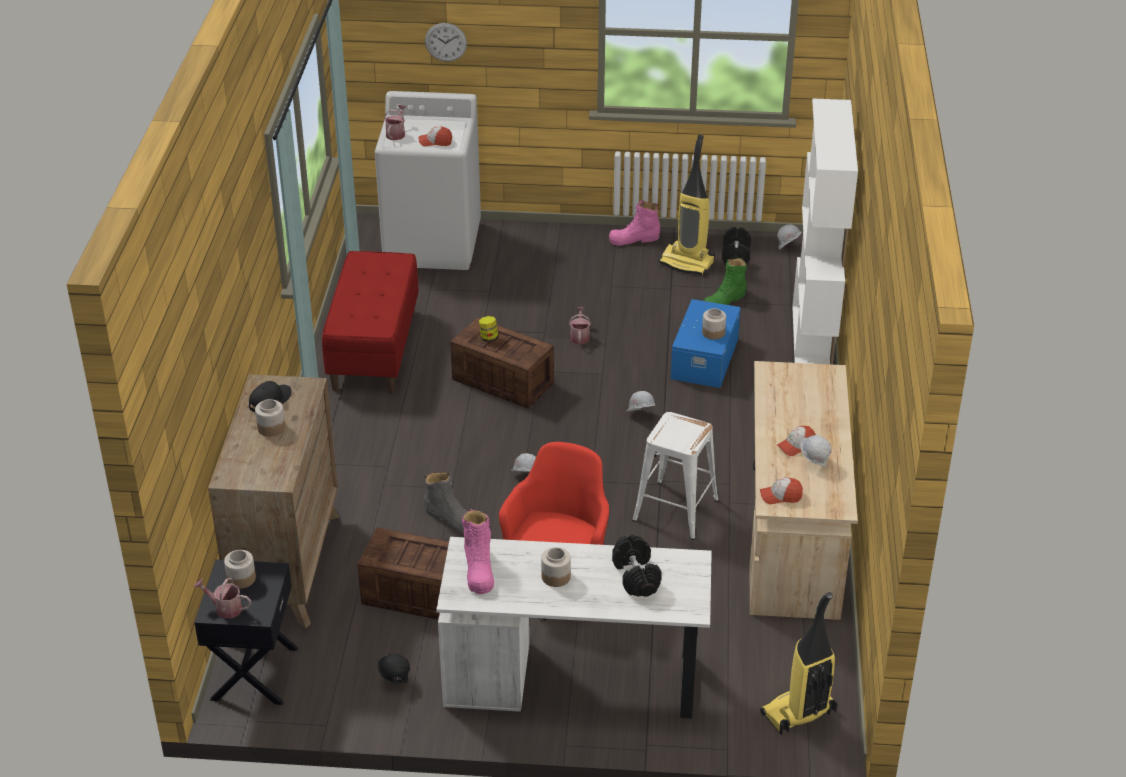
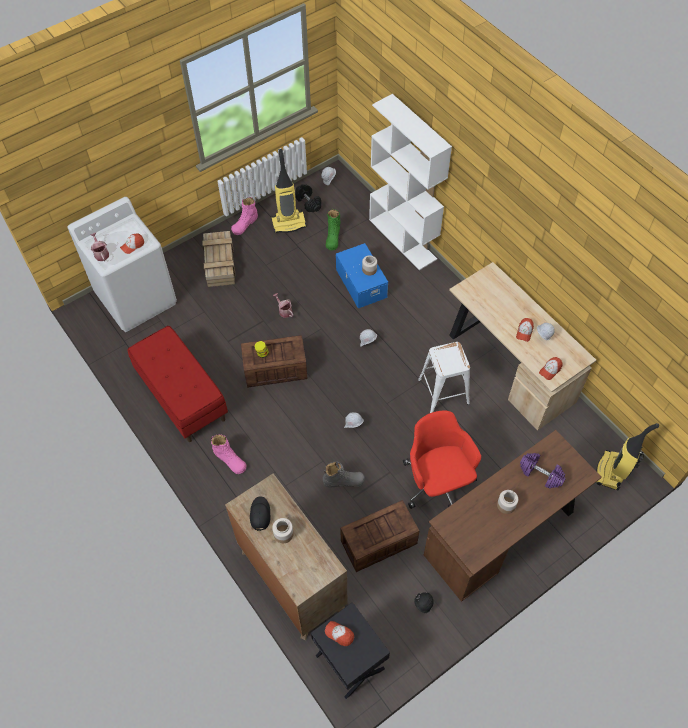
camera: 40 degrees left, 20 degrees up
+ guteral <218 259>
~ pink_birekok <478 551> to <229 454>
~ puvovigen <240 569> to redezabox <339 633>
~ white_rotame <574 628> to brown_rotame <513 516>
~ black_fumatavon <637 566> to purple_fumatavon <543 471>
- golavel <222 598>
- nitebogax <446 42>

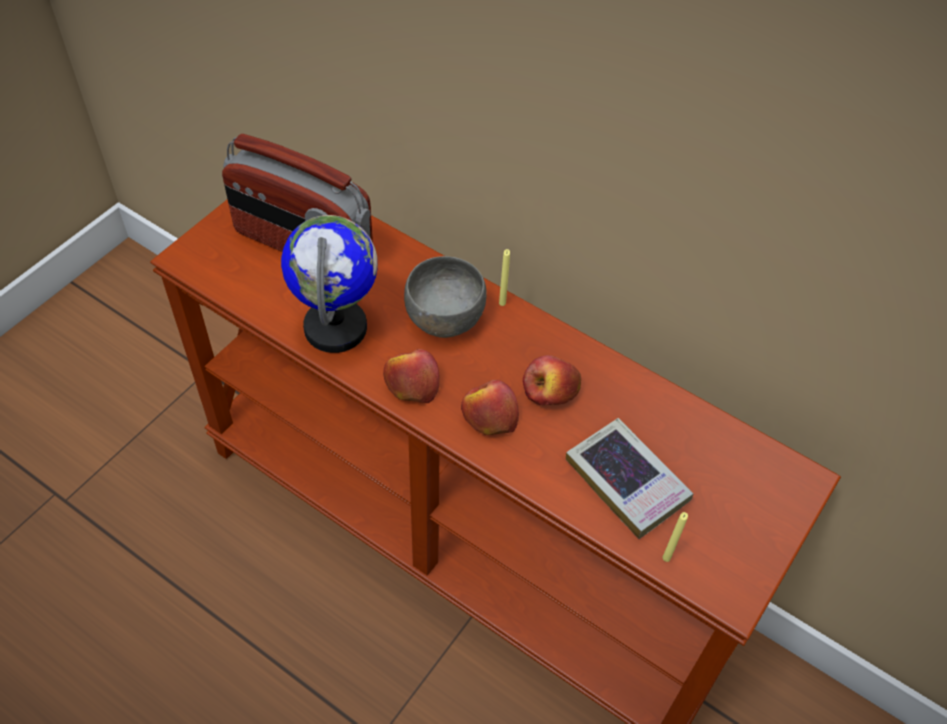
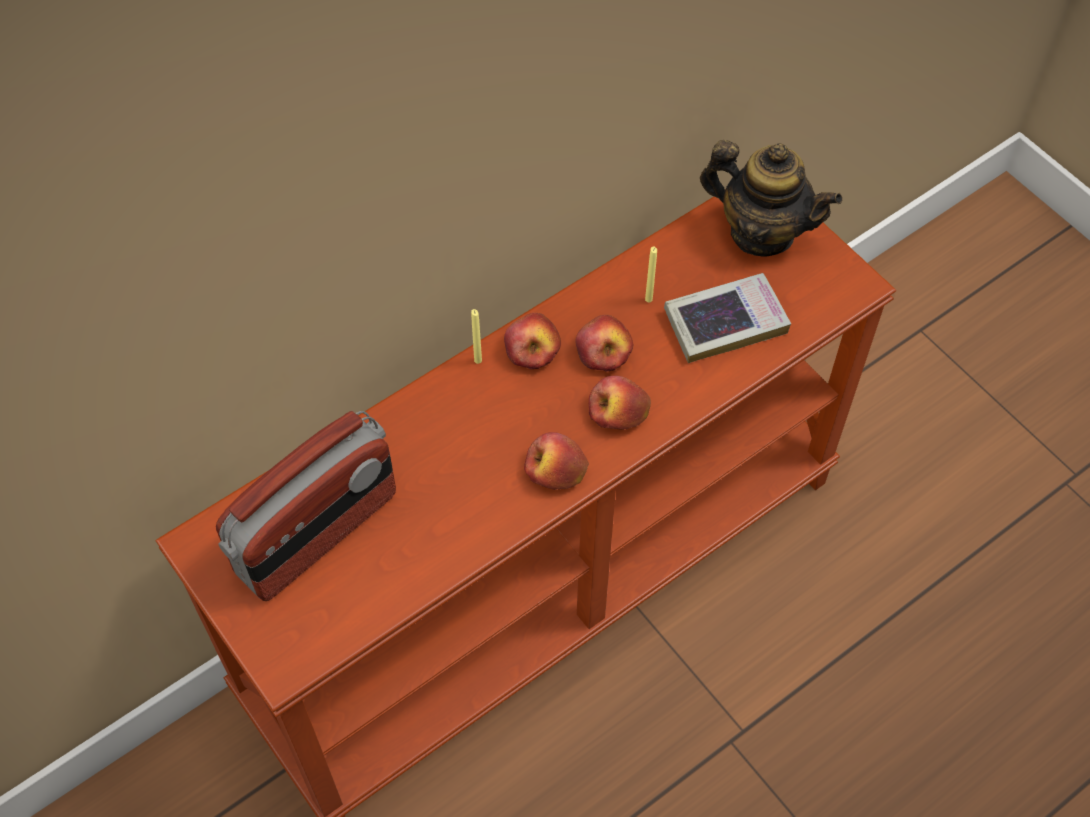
camera: 70 degrees left, 5 degrees up
+ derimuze <532 341>
~ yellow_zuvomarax <675 537> to <651 274>
+ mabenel <771 198>
- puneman <329 284>
- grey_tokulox <445 297>

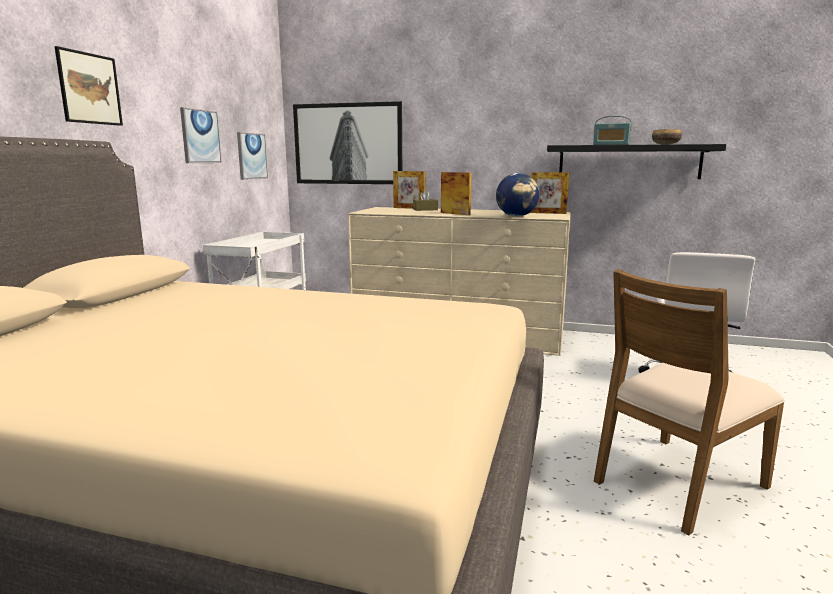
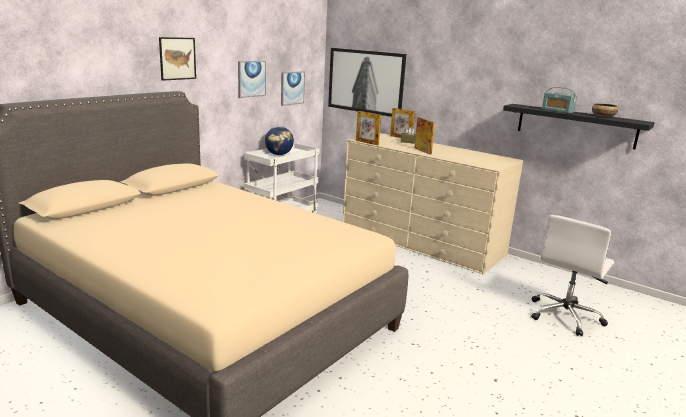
camera: 20 degrees right, 5 degrees up
~ puneman <517 195> to <279 140>
~ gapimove <549 193> to <368 128>
- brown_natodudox <689 402>

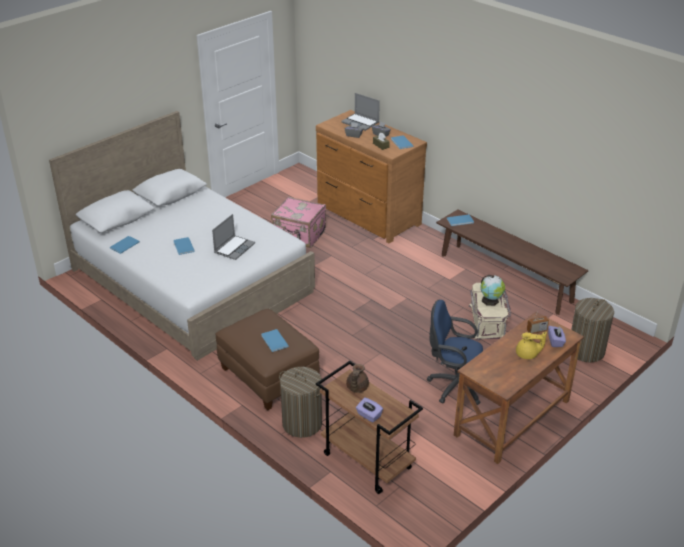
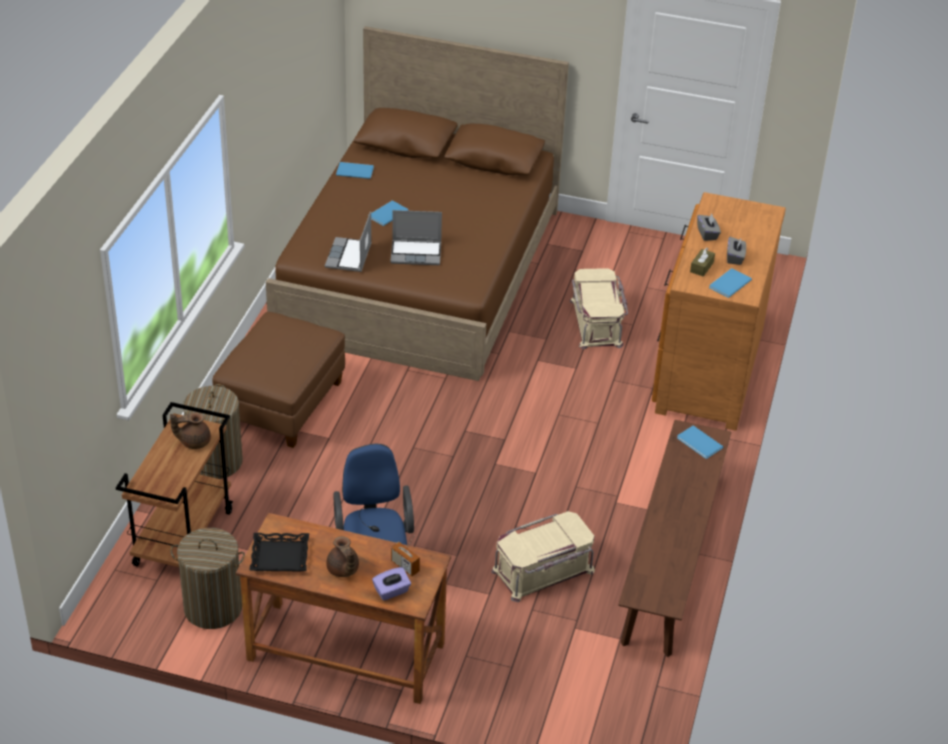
camera: 60 degrees right, 5 degrees up
~ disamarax <592 330> to <207 578>
+ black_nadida <279 552>
~ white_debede <182 236> to brown_debede <417 203>
~ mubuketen <360 112> to <348 242>
~ yellow_mabenel <531 345> to brown_mabenel <342 556>
~ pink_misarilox <298 222> to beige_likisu <599 308>
- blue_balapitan <275 340>
- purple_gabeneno <369 410>
- puneman <492 290>

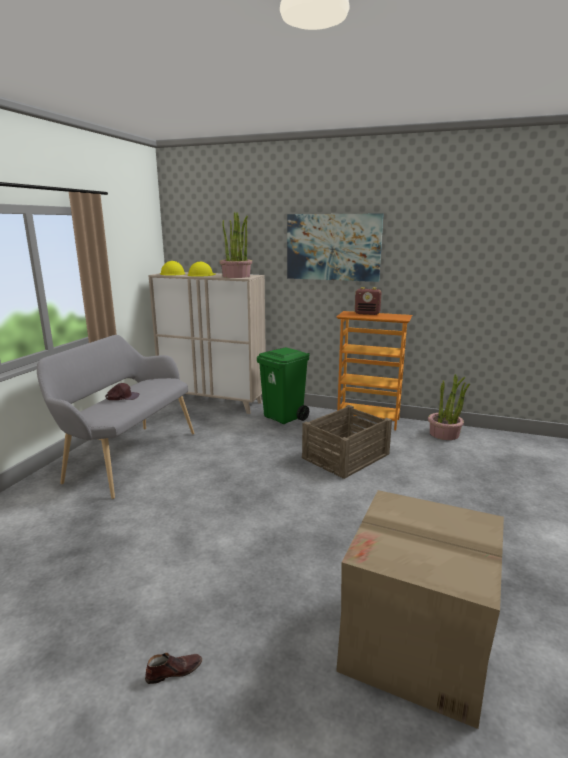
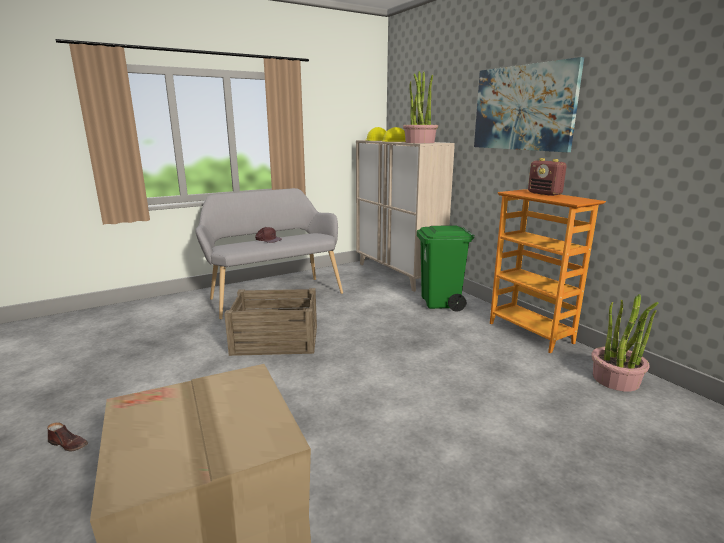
camera: 40 degrees right, 0 degrees up
~ guteral <347 442> to <270 322>

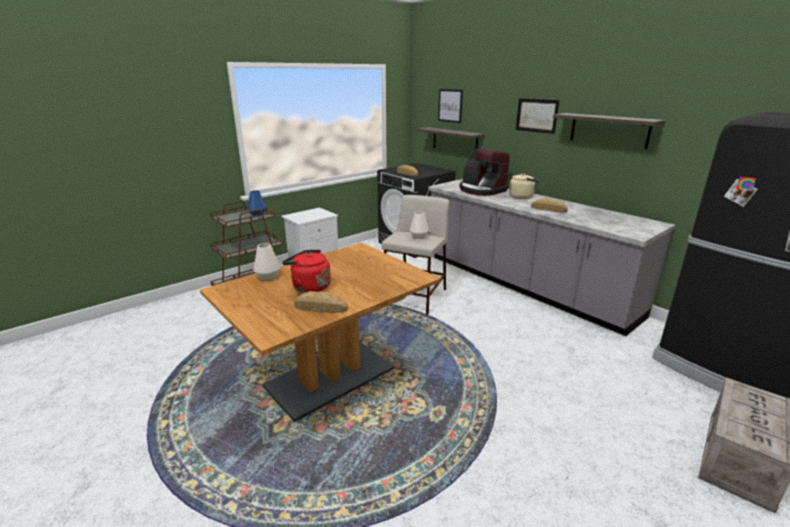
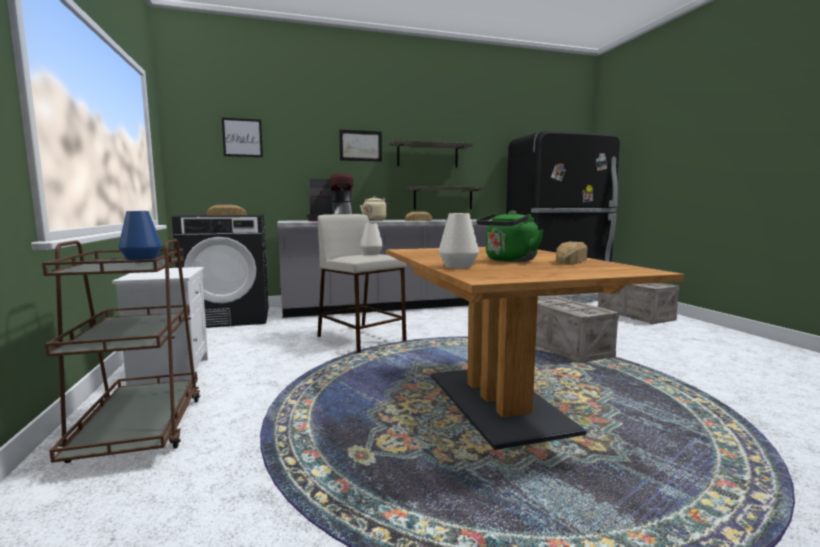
camera: 65 degrees left, 15 degrees down
~ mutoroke <451 138> to <446 197>
~ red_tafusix <306 271> to green_tafusix <510 236>
+ guteral <577 329>

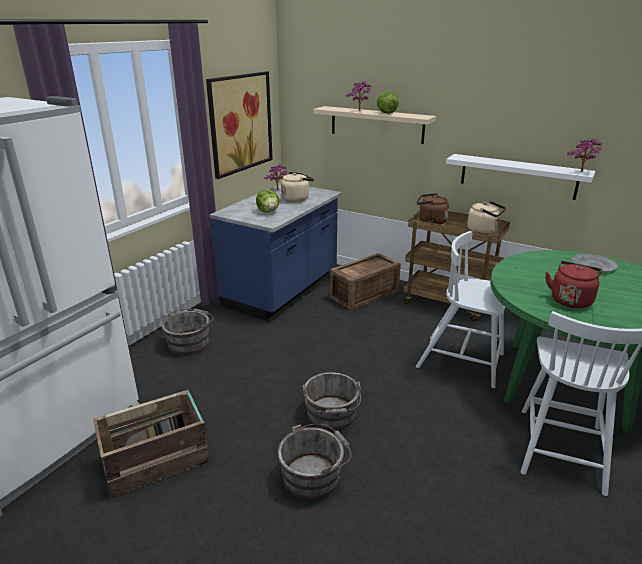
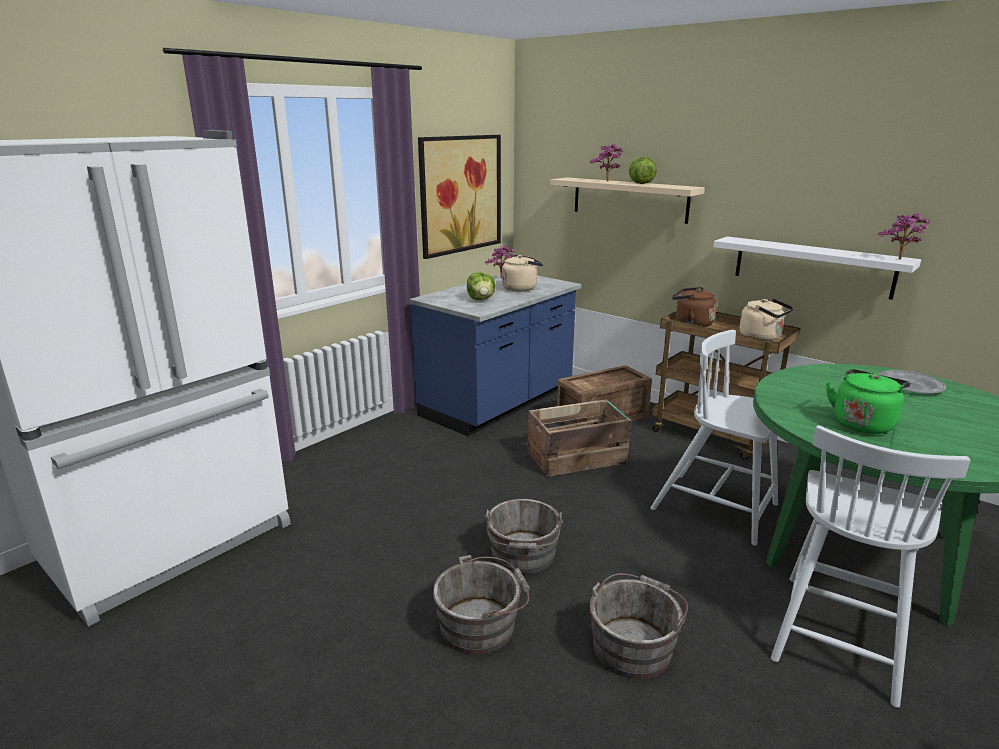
camera: 10 degrees right, 5 degrees down
~ guteral <151 444> to <579 438>
~ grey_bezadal <187 332> to <639 626>
~ red_tafusix <574 284> to green_tafusix <868 401>

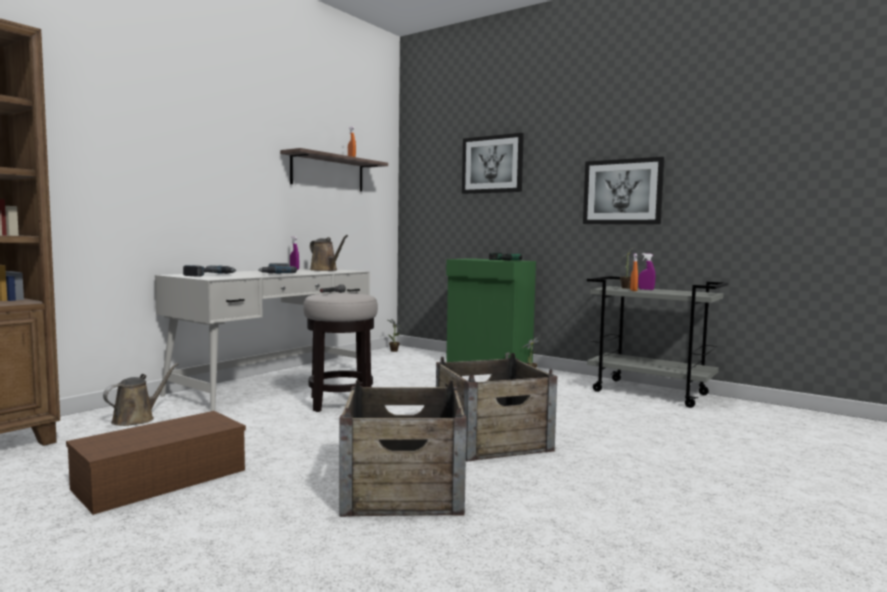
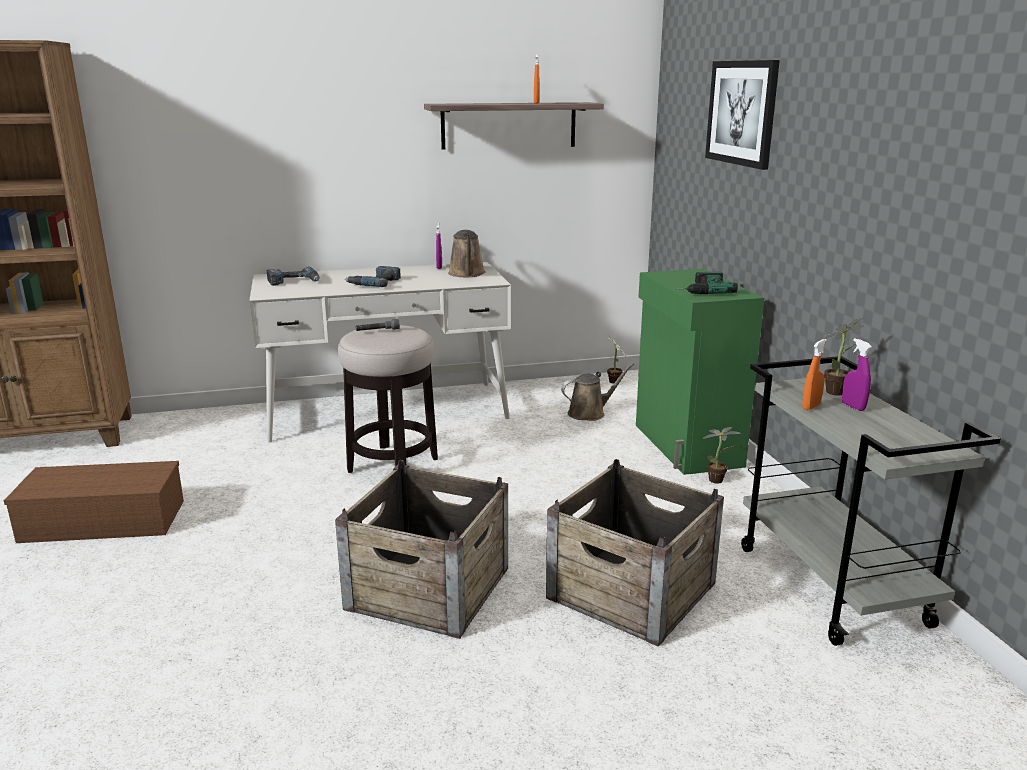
camera: 40 degrees right, 15 degrees up
~ guteral <403 448> to <635 553>
~ brown_golavel <140 394> to <597 392>
- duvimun <623 190>

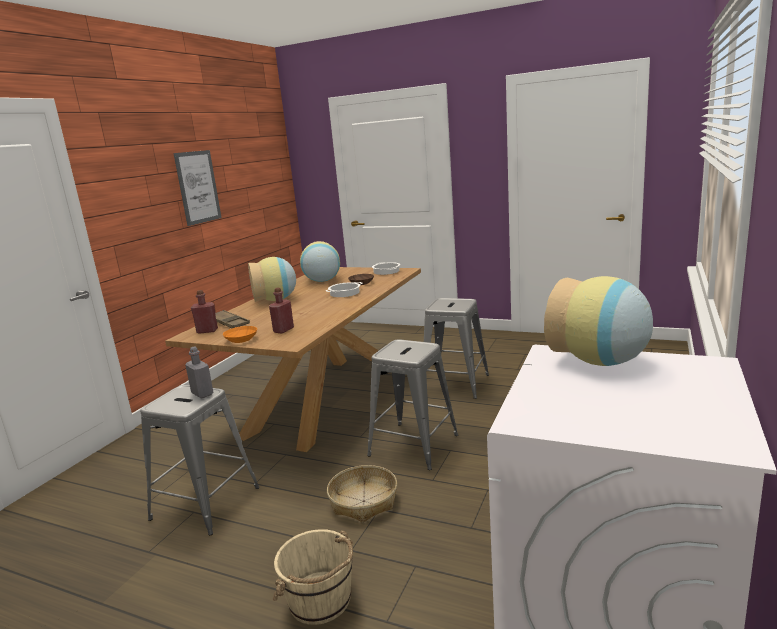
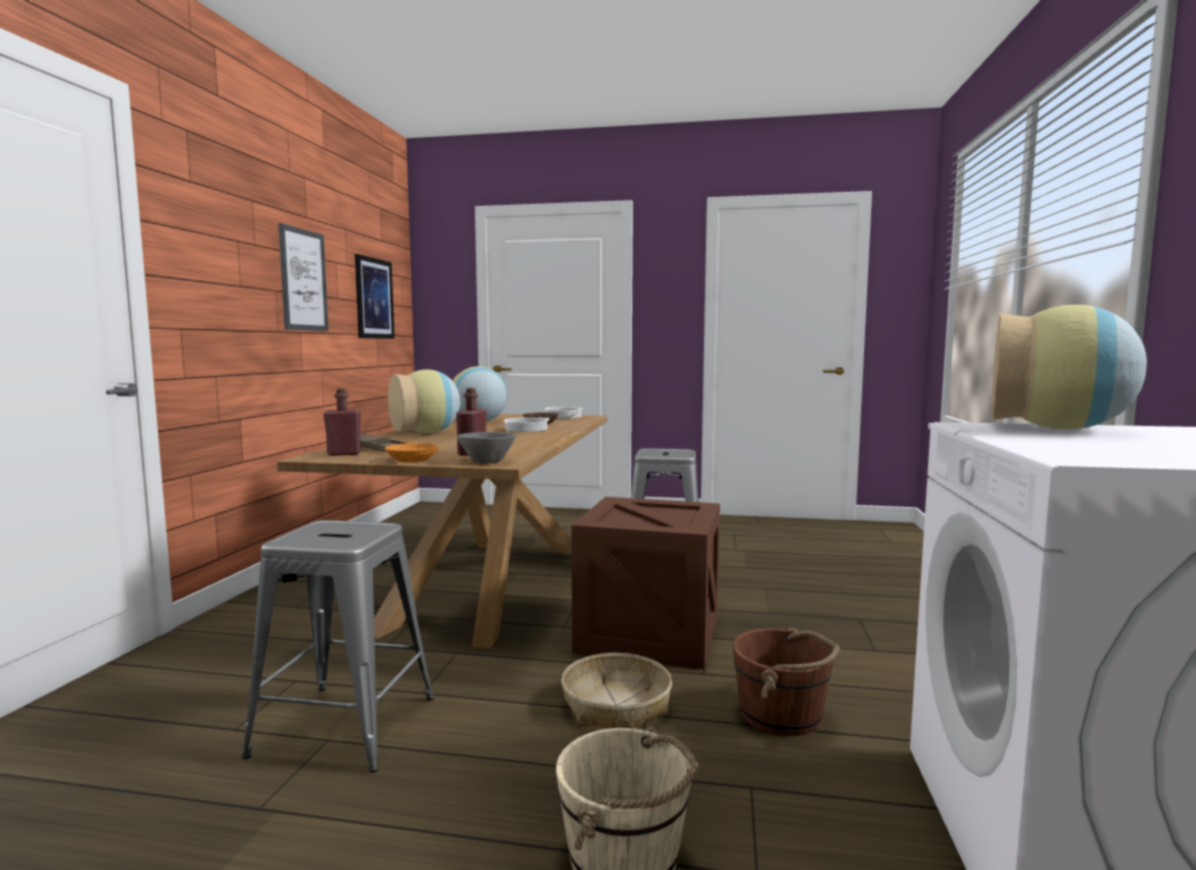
camera: 15 degrees left, 10 degrees down
+ duvimun <375 296>
+ grey_tokulox <486 447>
~ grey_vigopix <412 405> to guteral <646 583>
+ brown_bezadal <786 682>
- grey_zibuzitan <199 373>

